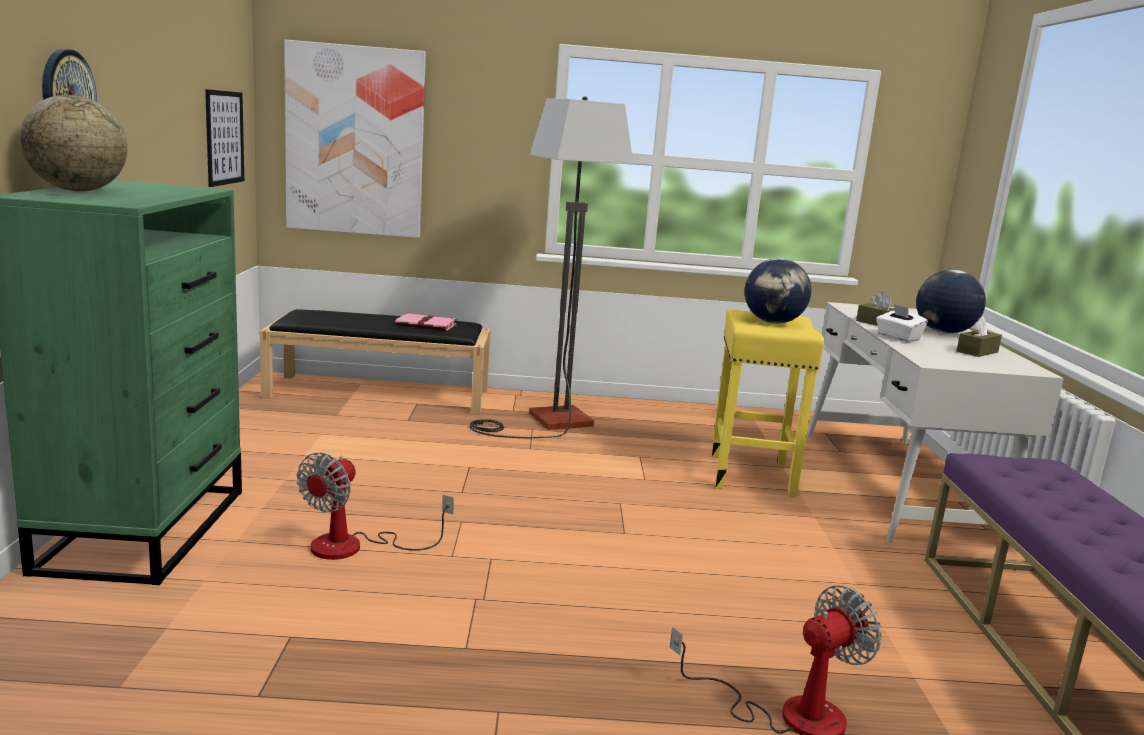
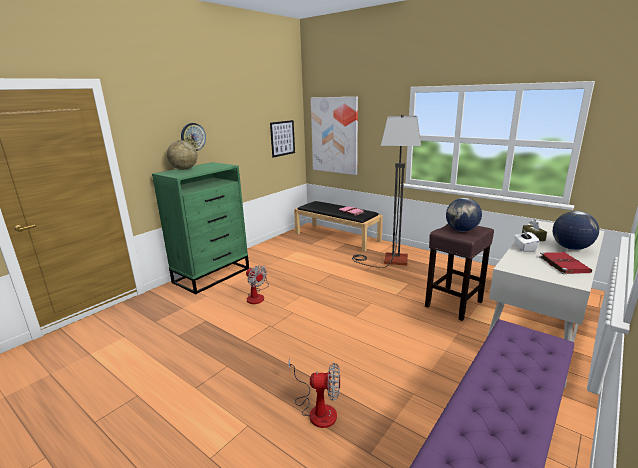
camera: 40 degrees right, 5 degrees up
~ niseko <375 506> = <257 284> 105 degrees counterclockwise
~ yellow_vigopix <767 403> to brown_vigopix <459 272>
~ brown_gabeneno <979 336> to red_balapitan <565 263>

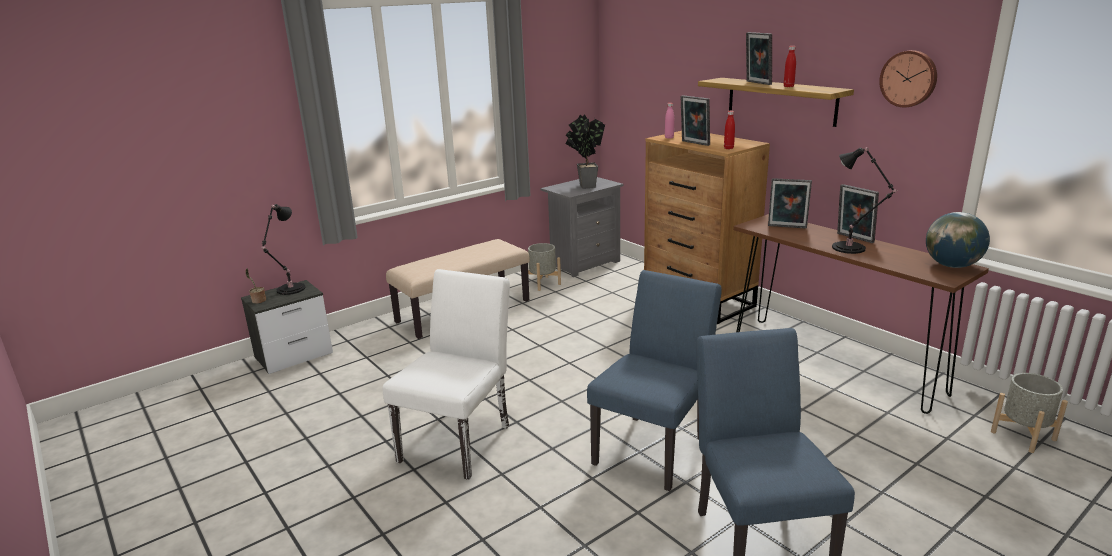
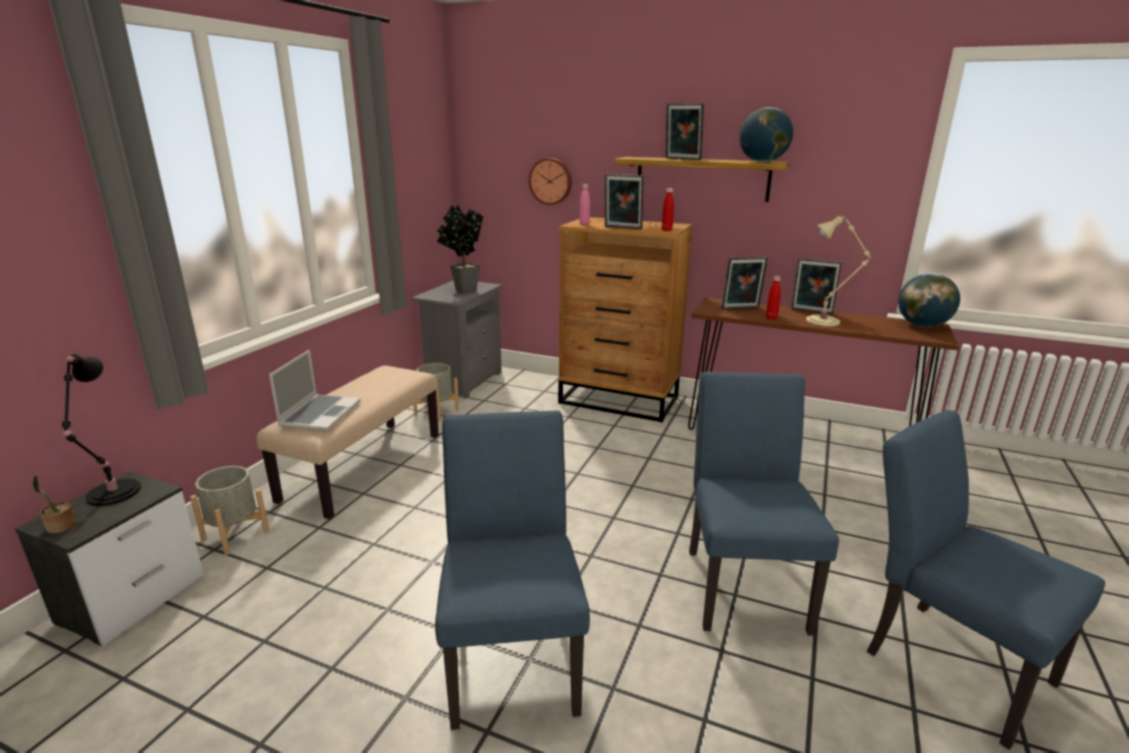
camera: 30 degrees left, 0 degrees up
~ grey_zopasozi <1029 413> to <229 510>
+ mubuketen <315 390>
~ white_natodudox <446 374> to blue_natodudox <512 570>
~ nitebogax <908 78> to <550 181>
+ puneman <766 134>
~ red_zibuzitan <790 66> to <773 298>
~ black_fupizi <864 200> to beige_fupizi <839 270>

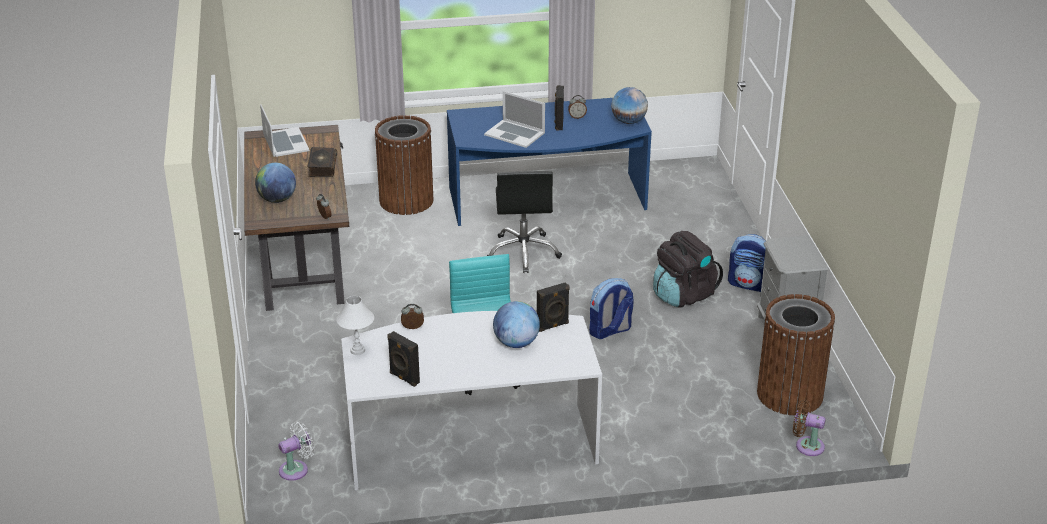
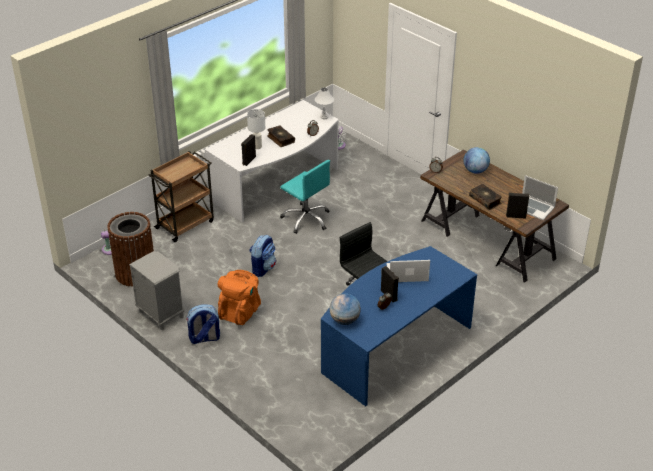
camera: 145 degrees right, 5 degrees up
+ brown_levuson <181 196>
~ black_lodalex <688 269> to orange_lodalex <239 297>
~ puneman <516 324> to white_fupizi <256 129>
+ balapitan <281 136>
~ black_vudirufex <403 359> to <517 206>
- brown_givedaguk <404 165>

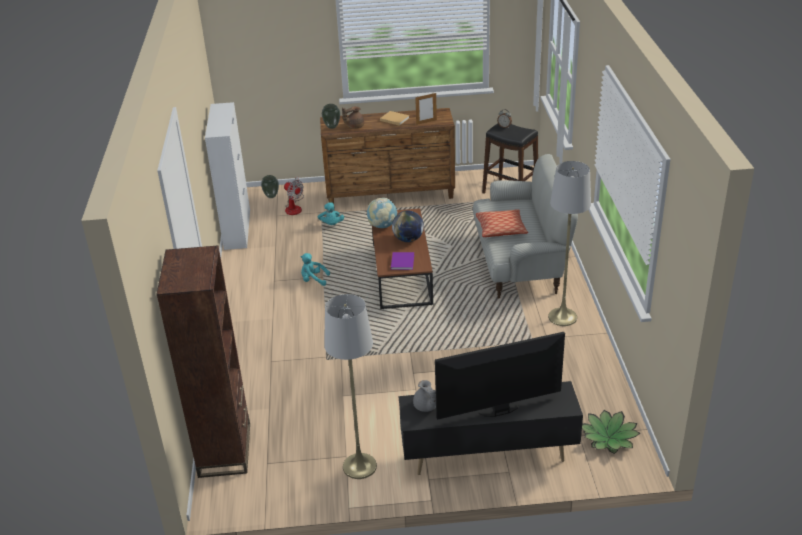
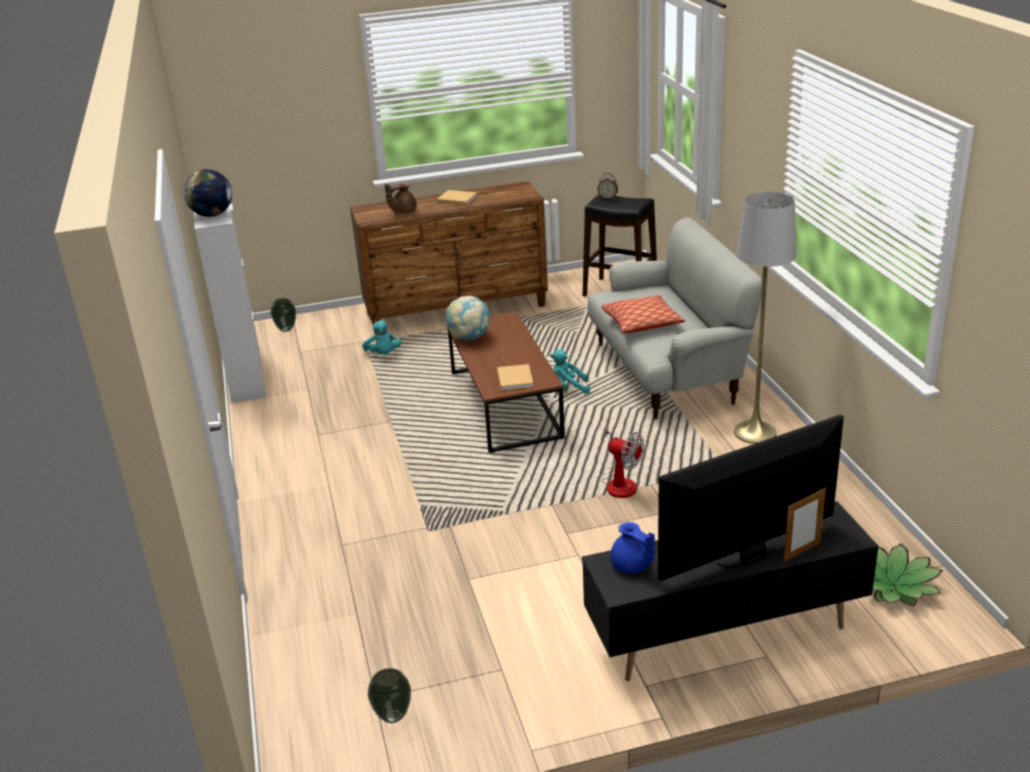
camera: 10 degrees left, 5 degrees down
~ puneman <408 226> to <208 193>
~ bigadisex <331 116> to <389 695>
~ purple_balapitan <402 261> to beige_balapitan <515 377>
~ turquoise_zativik <315 269> to <570 371>
~ niseko <294 196> to <622 461>
~ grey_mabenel <424 396> to blue_mabenel <632 547>
~ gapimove <426 109> to <804 525>
- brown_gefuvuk <203 361>
- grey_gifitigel <350 386>

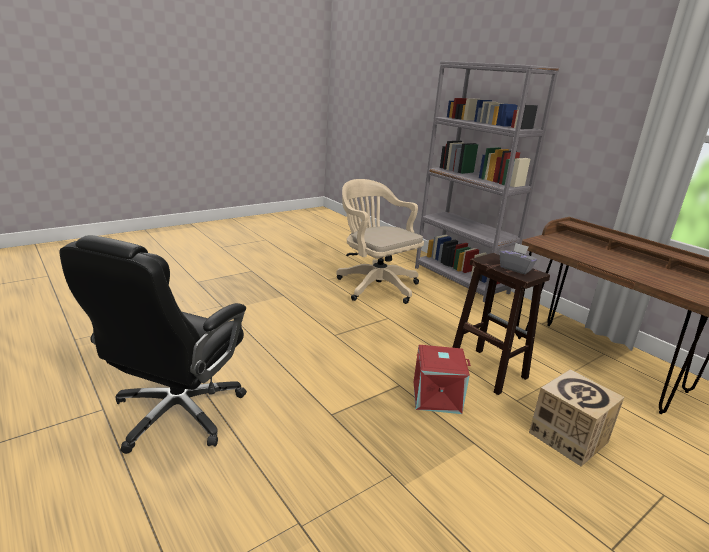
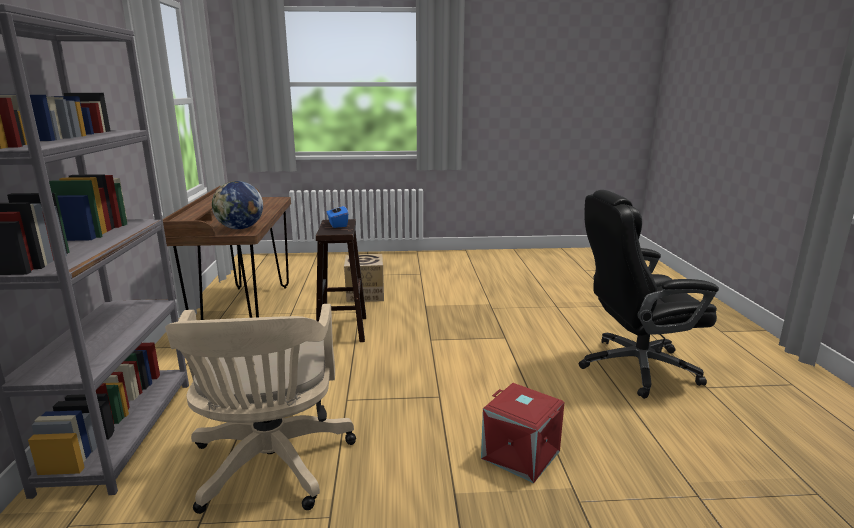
camera: 145 degrees left, 5 degrees down
+ puneman <237 205>
~ grey_gabeneno <518 258> to blue_gabeneno <337 215>
~ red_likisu <442 379> to <522 433>
~ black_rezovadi <153 344> = <649 294> 150 degrees counterclockwise

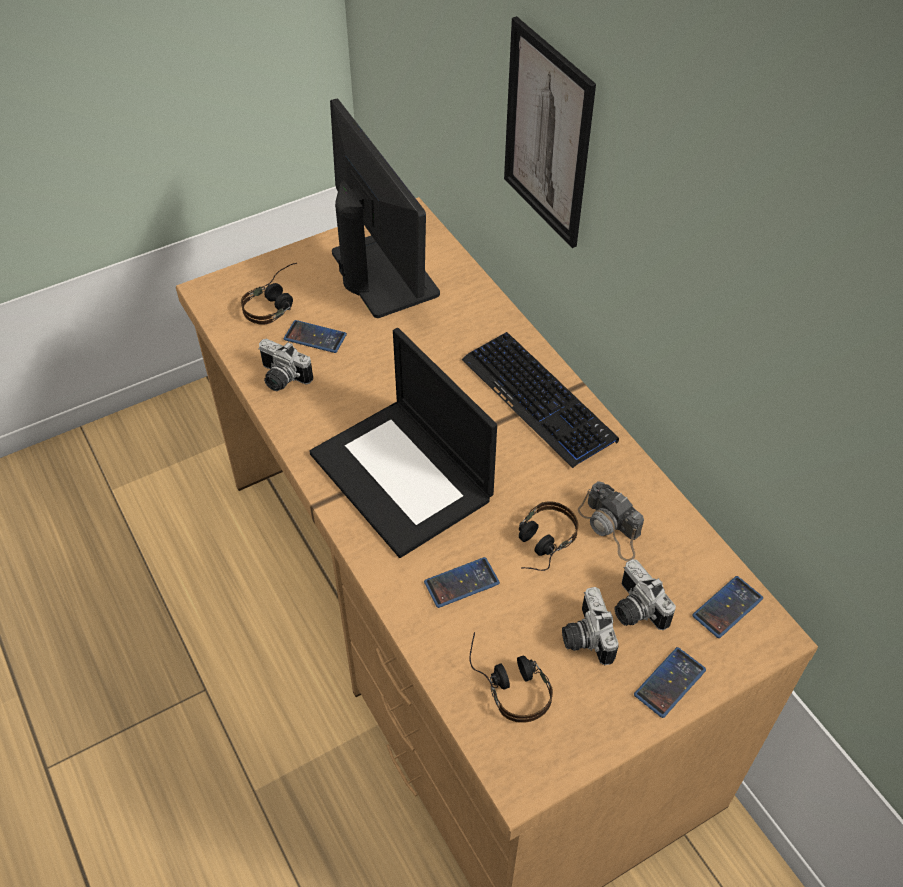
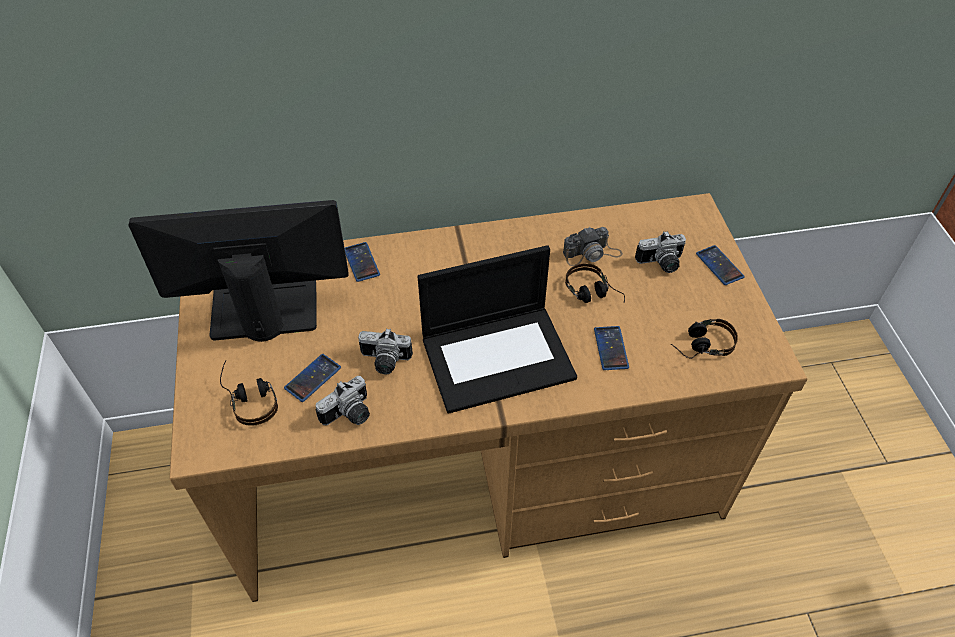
camera: 70 degrees left, 0 degrees up
~ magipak <727 607> to <362 262>
~ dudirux <590 626> to <385 351>
- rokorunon <540 400>
- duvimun <550 132>

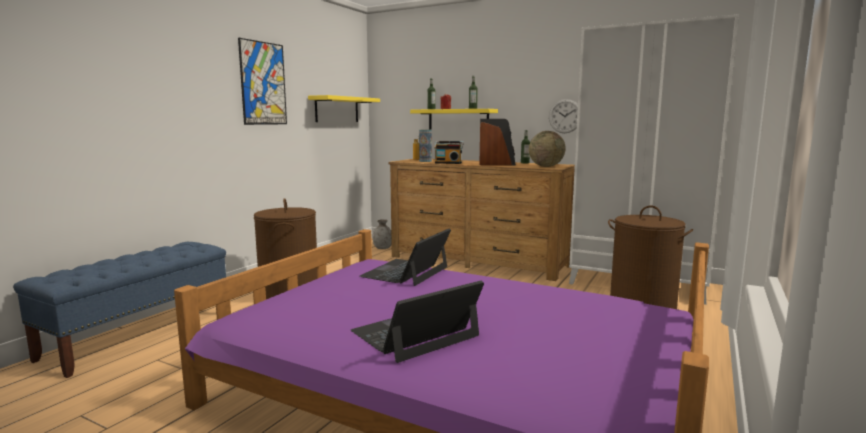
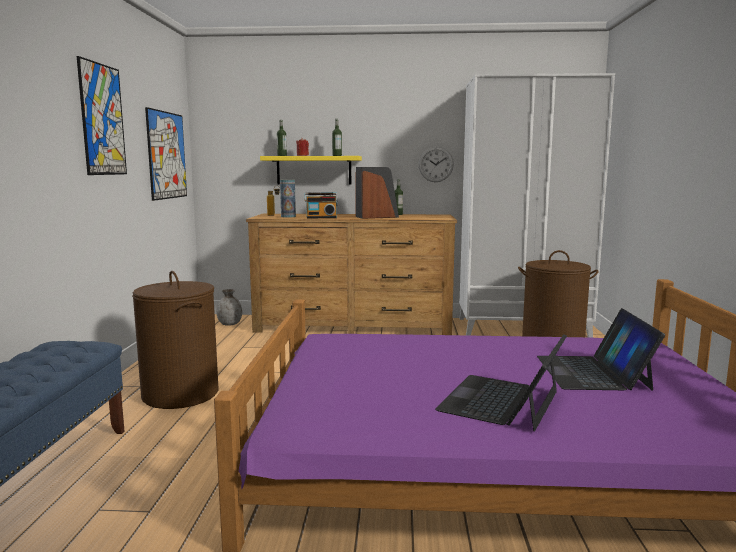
camera: 25 degrees left, 0 degrees up
~ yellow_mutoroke <344 108> to duvimun <166 154>
~ mubuketen <405 257> to <601 349>
- puneman <547 149>

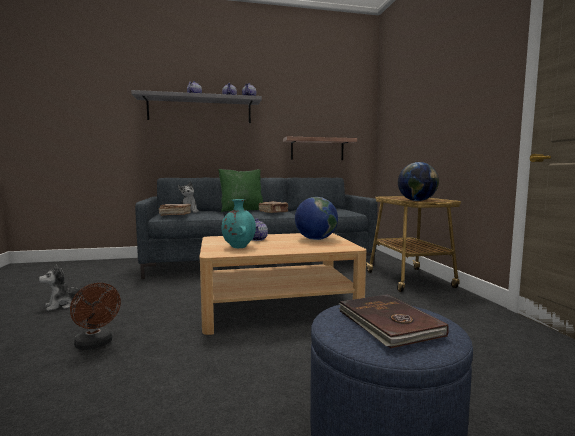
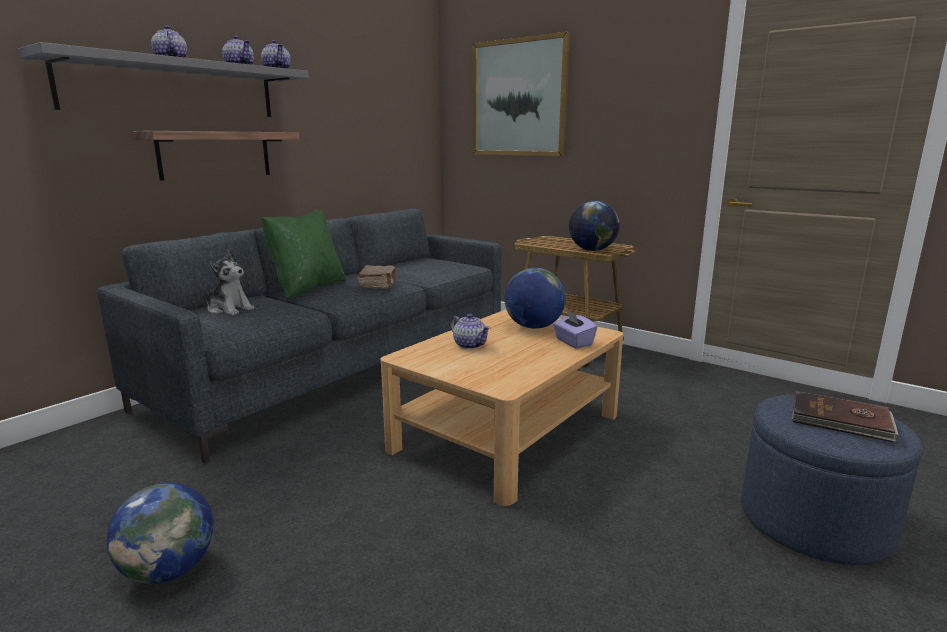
camera: 40 degrees left, 10 degrees up
~ zativik <63 287> to puneman <160 533>
~ mutoroke <320 148> to <216 156>
+ duvimun <521 94>
+ purple_gabeneno <575 329>
- brown_niseko <95 316>
- brown_balapitan <175 210>
- turquoise_bigadisex <238 223>

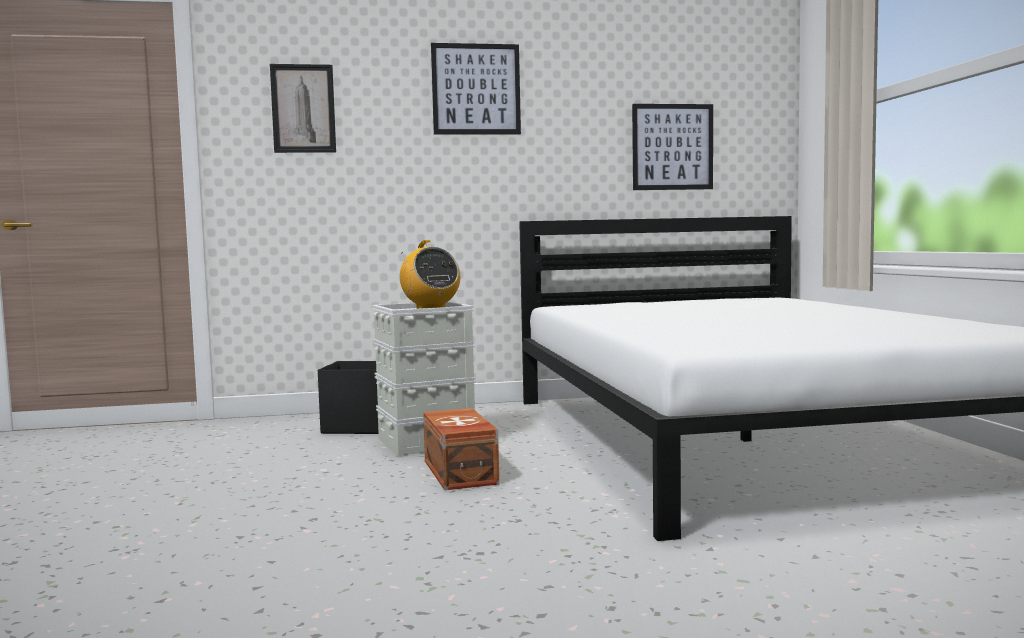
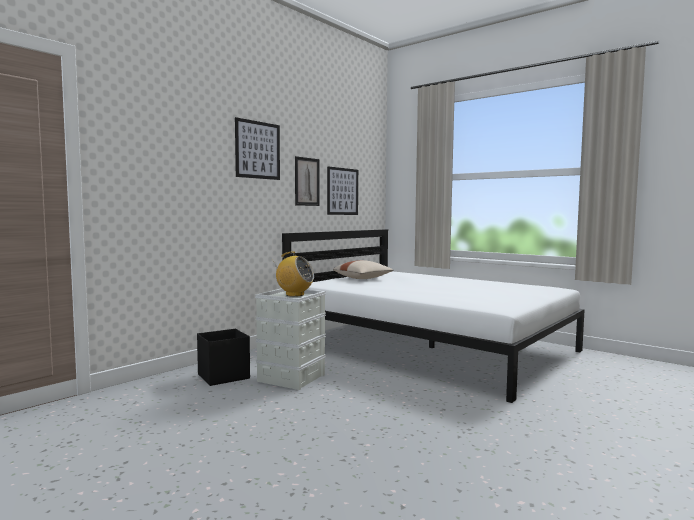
camera: 40 degrees left, 0 degrees up
~ duvimun <303 108> to <307 181>
+ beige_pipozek <363 269>
- brown_likisu <461 449>

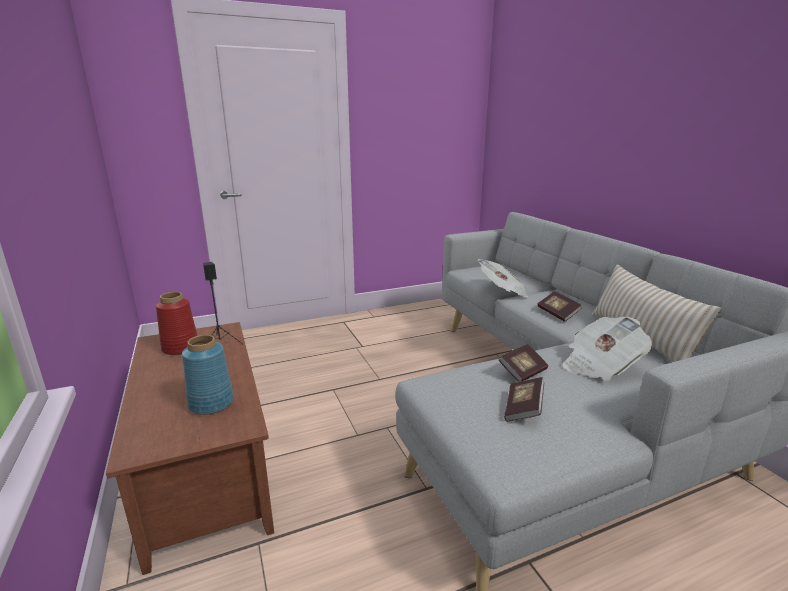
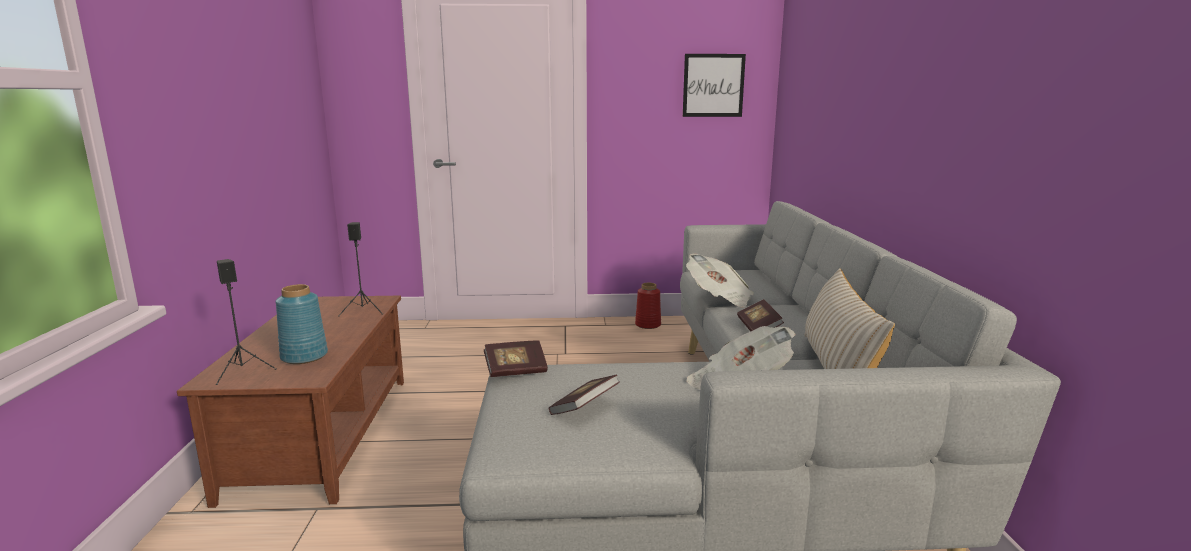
camera: 20 degrees right, 5 degrees down
+ black_vudirufex <246 322>
~ balapitan <523 363> to <516 358>
~ red_bigadisex <176 323> to <648 306>
+ duvimun <714 85>

